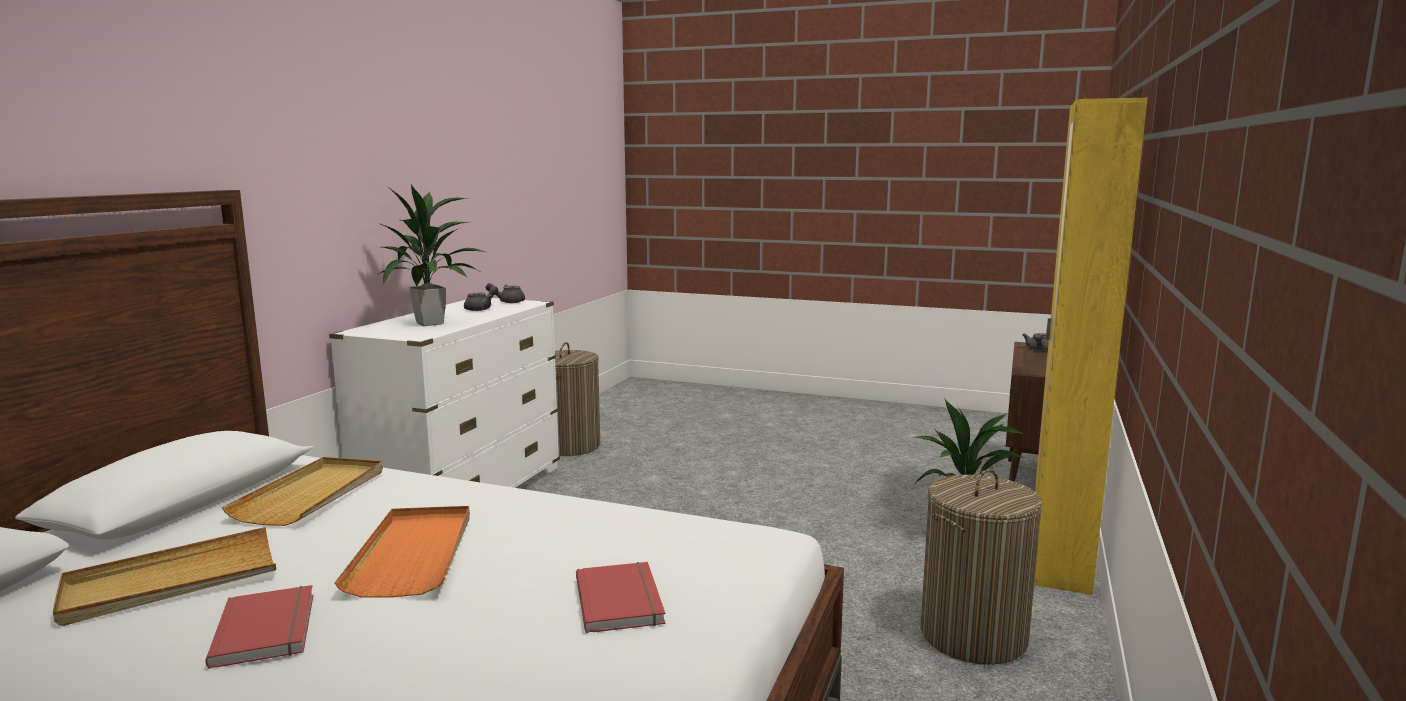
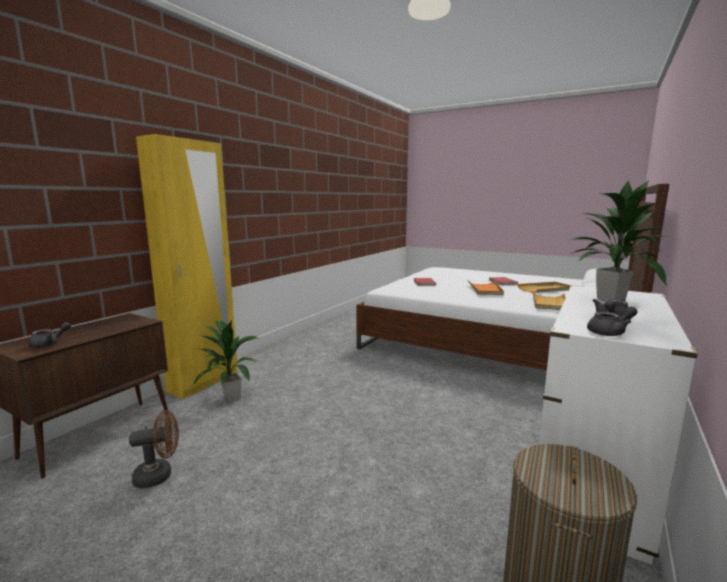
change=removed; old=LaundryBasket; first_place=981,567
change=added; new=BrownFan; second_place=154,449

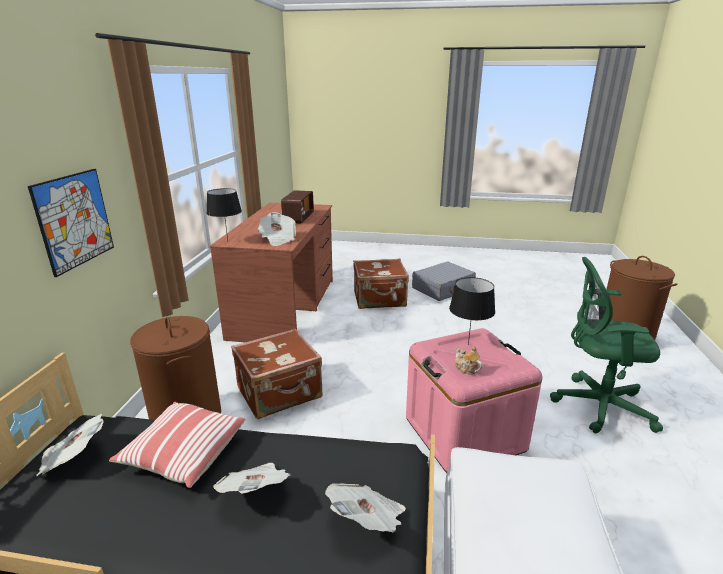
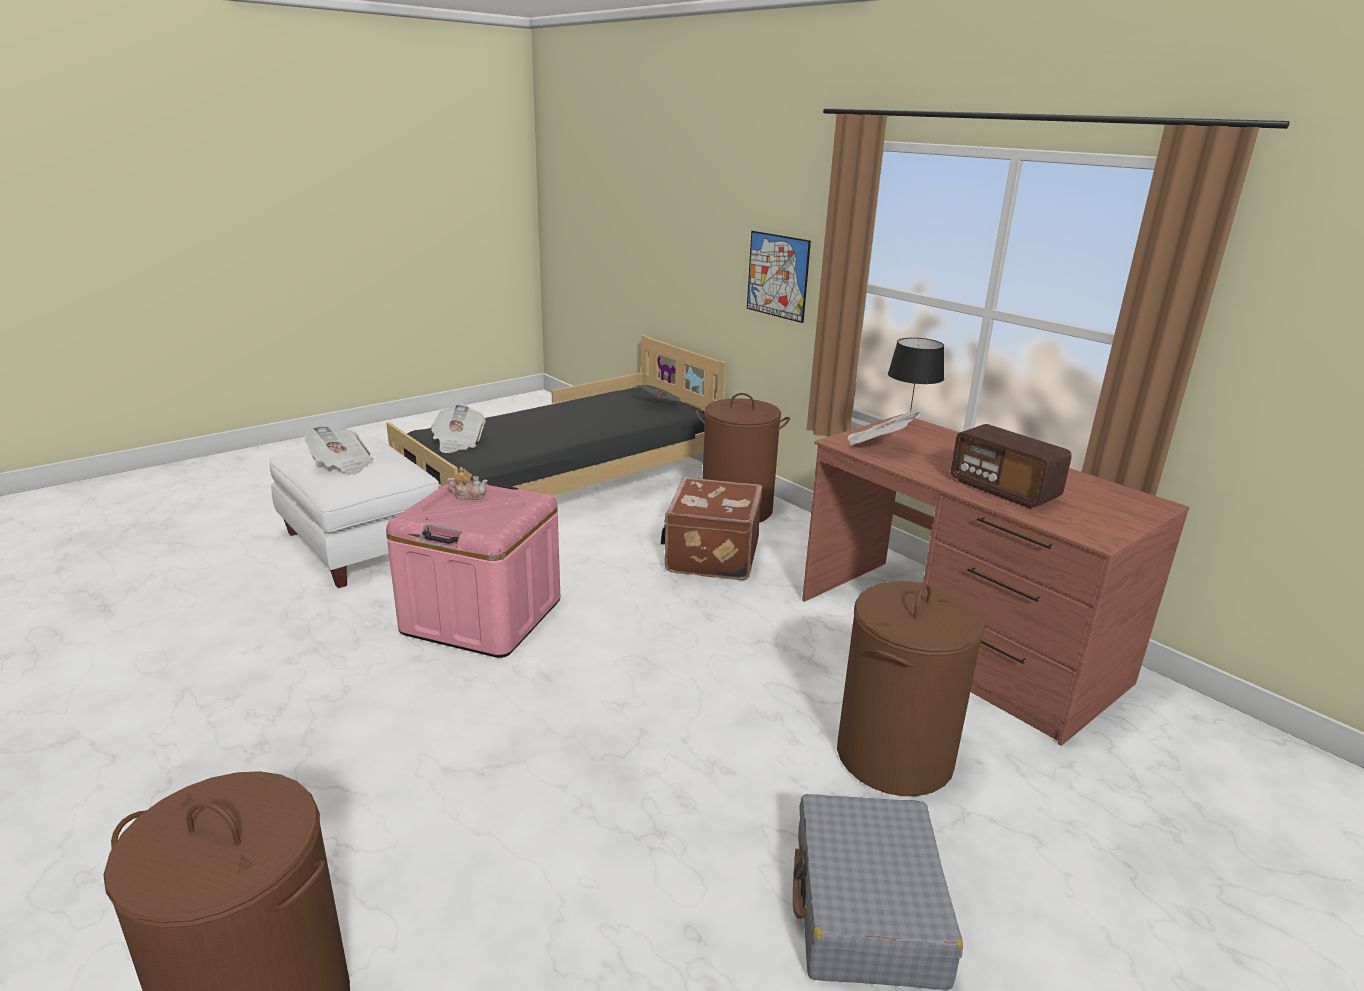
change=removed; old=GreenOfficeChair; first_place=606,345
change=replaced; old=BrownSuitcase; new=BrownLaundryBasket; first_place=381,283; second_place=911,688
change=removed; old=BlackTableLamp; first_place=472,311
change=removed; old=Pillow; first_place=177,445
change=moved; old=Newspaper; first_place=252,478; second_place=339,450

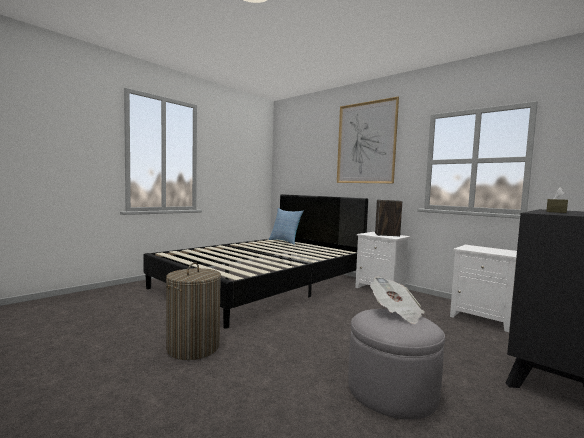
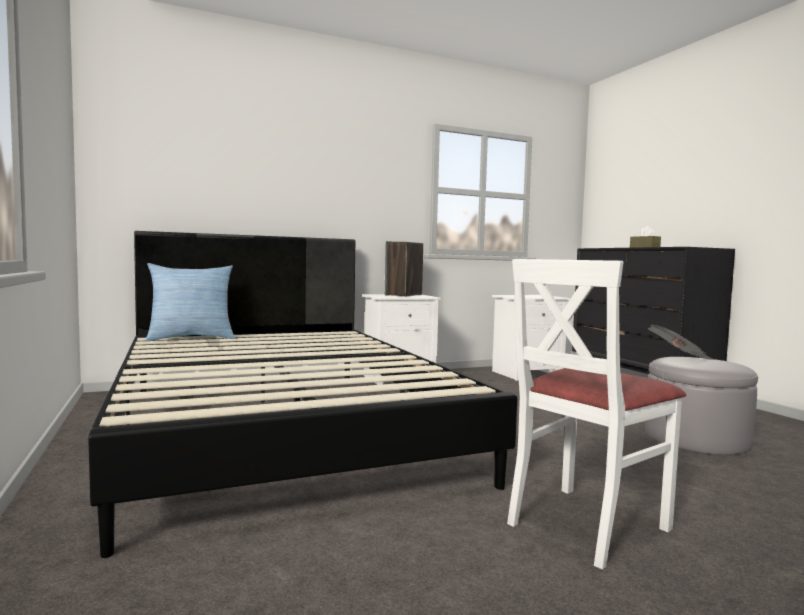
change=removed; old=Picture; first_place=368,140
change=replaced; old=LaundryBasket; new=WhiteChair; first_place=193,311; second_place=596,414

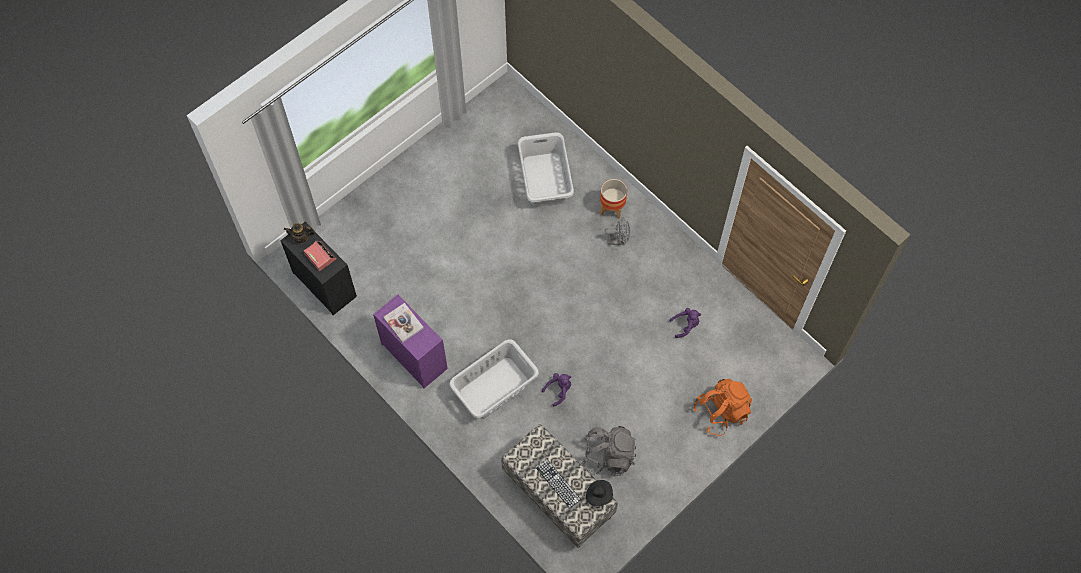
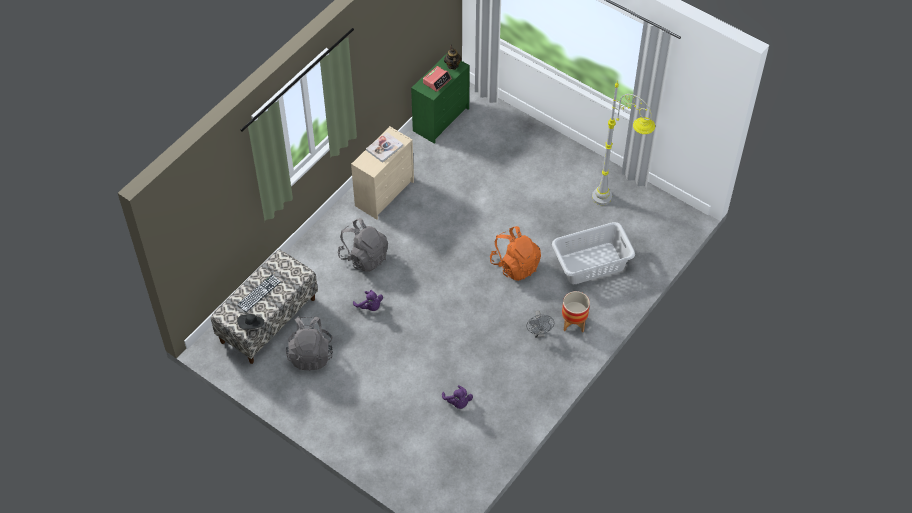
change=recoloured; old=BlackDresser; new=GreenDresser; first_place=318,268; second_place=440,98
change=recoloured; old=PurpleDresser; new=BeigeDresser; first_place=410,341; second_place=382,173
change=replaced; old=GreyLaundryBasket; new=GreyBackpack; first_place=494,379; second_place=362,245
change=moved; old=OrangeBackpack; first_place=723,407; second_place=515,253
change=added; new=GreyFloorLamp; second_place=623,144

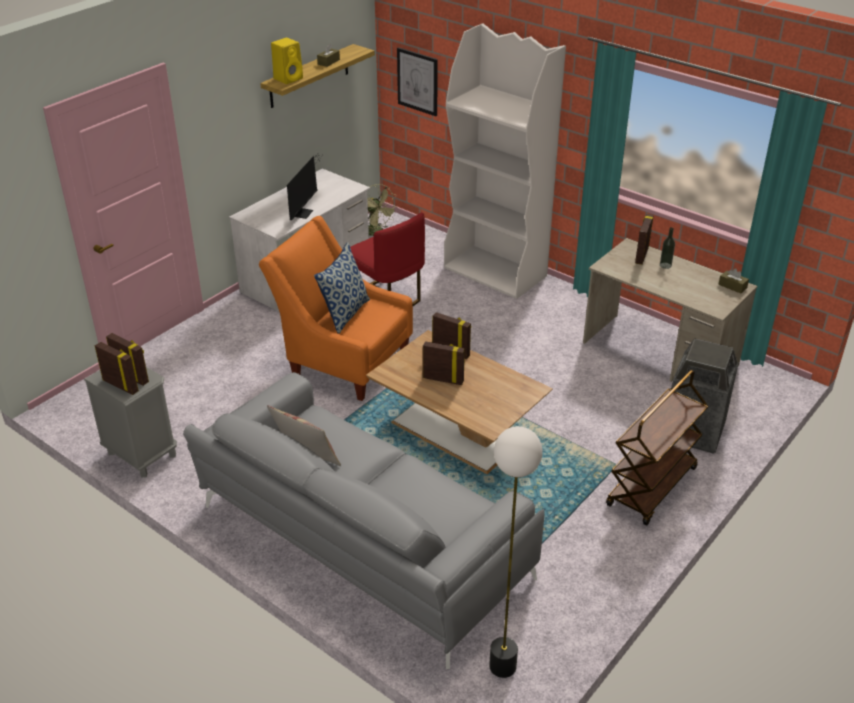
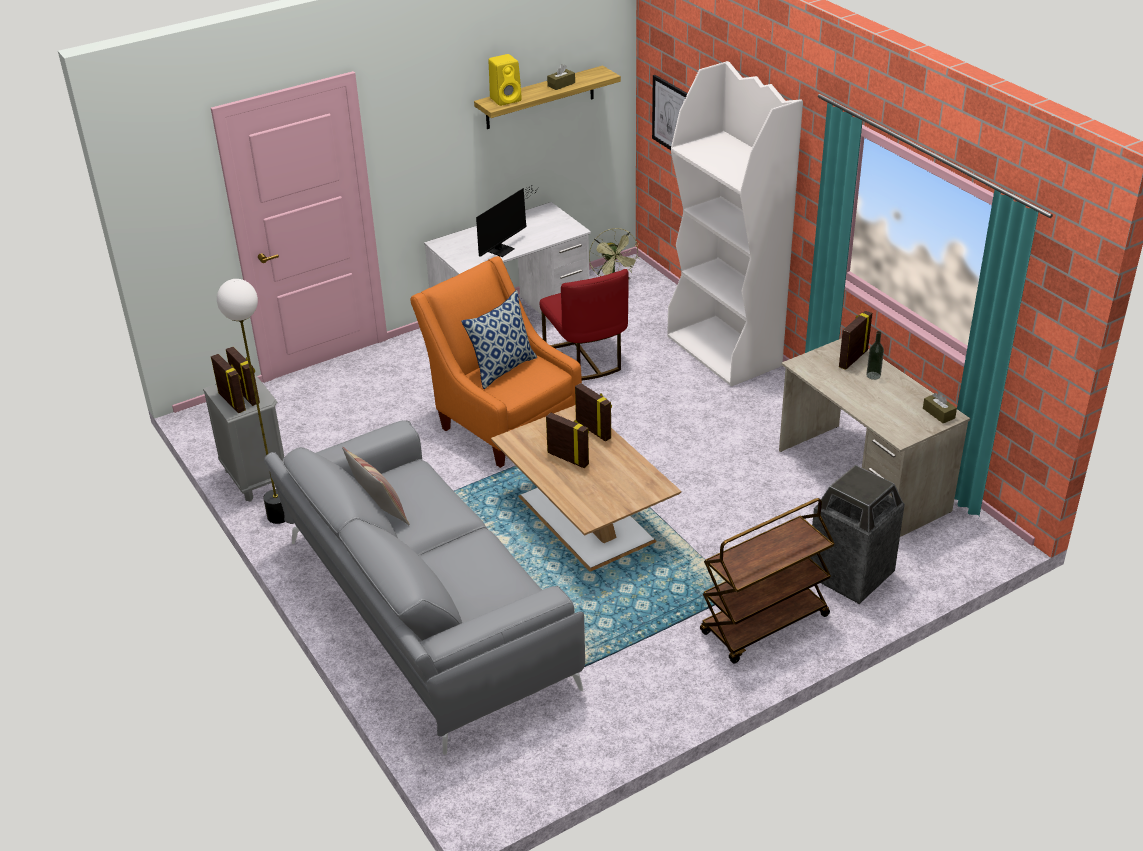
change=moved; old=FloorLamp; first_place=516,552; second_place=251,401

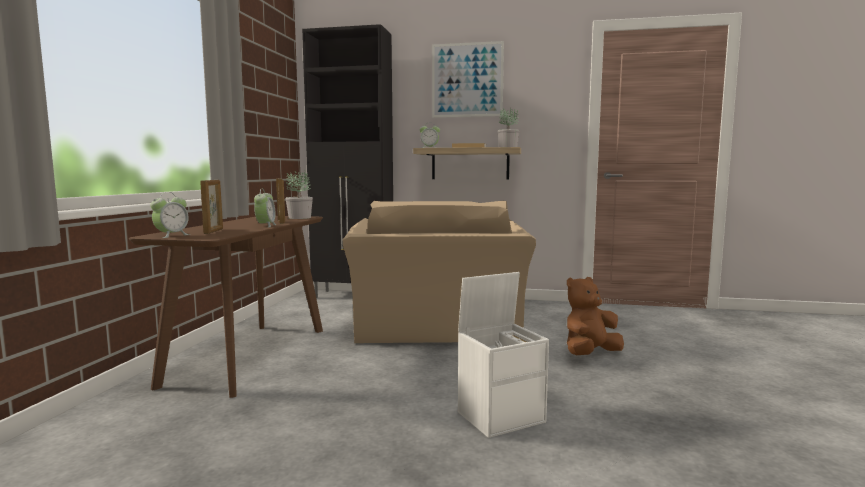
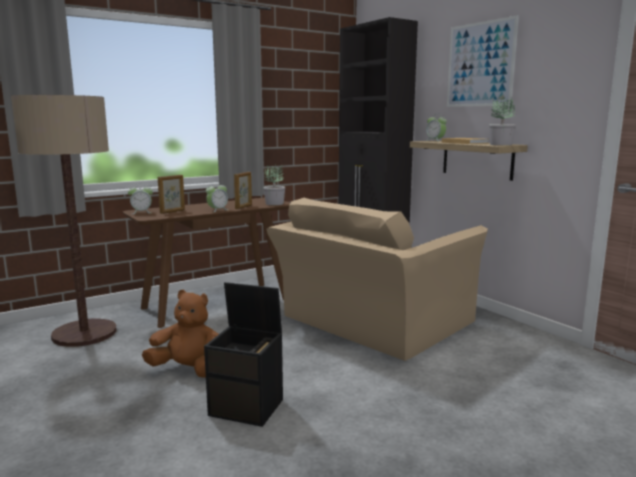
change=recoloured; old=WhiteStorageBox; new=BlackStorageBox; first_place=503,355; second_place=243,354
change=moved; old=BrownPlushToy; first_place=595,316; second_place=180,334
change=added; new=FloorLamp; second_place=63,221

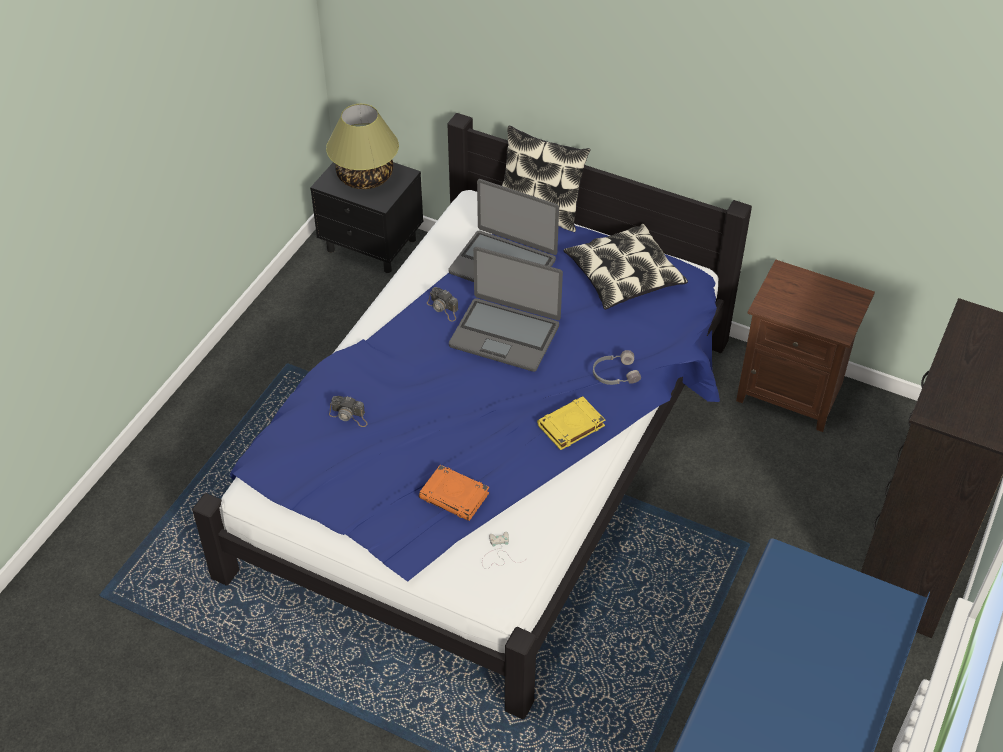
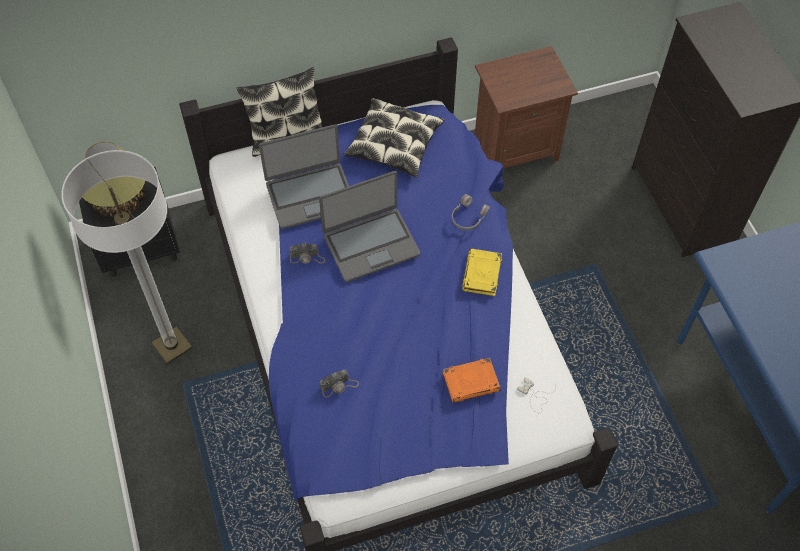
change=added; new=FloorLamp; second_place=126,257

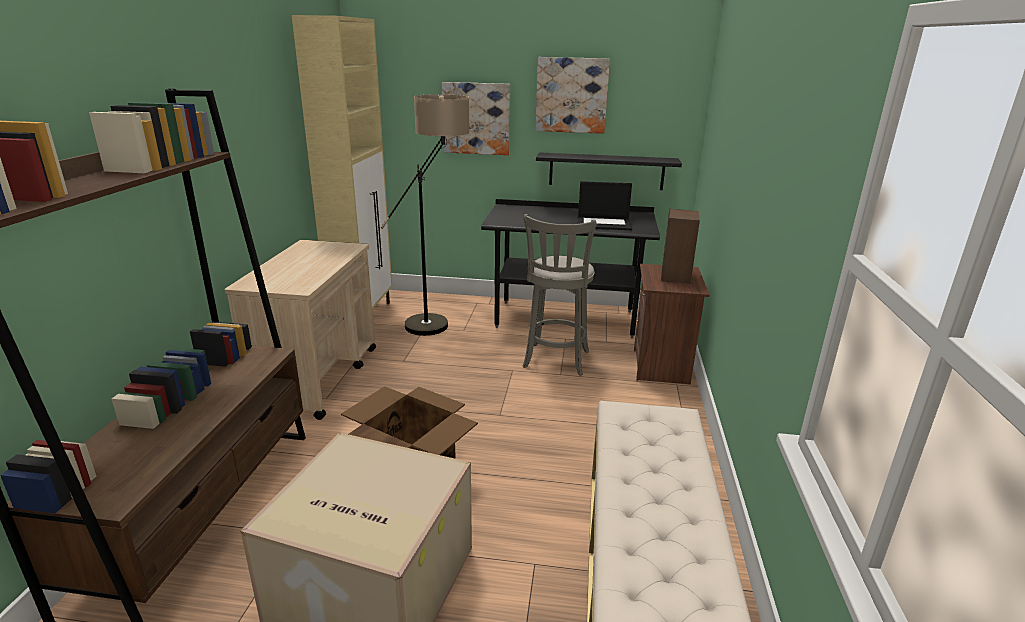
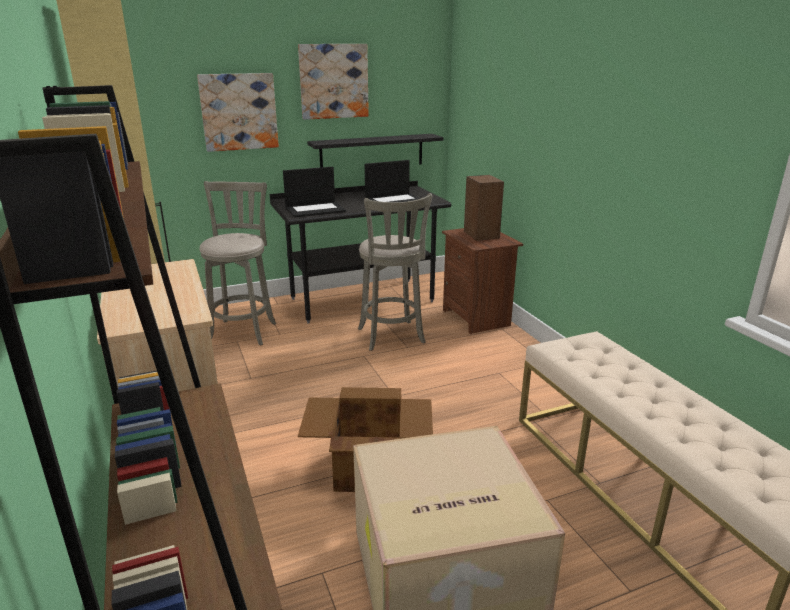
change=replaced; old=FloorLamp; new=GreyStool; first_place=425,215; second_place=237,263
change=added; new=Laptop; second_place=314,192

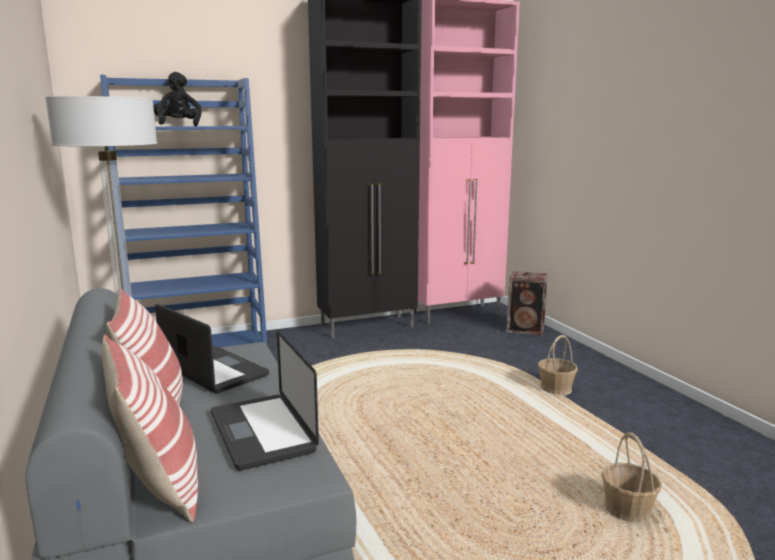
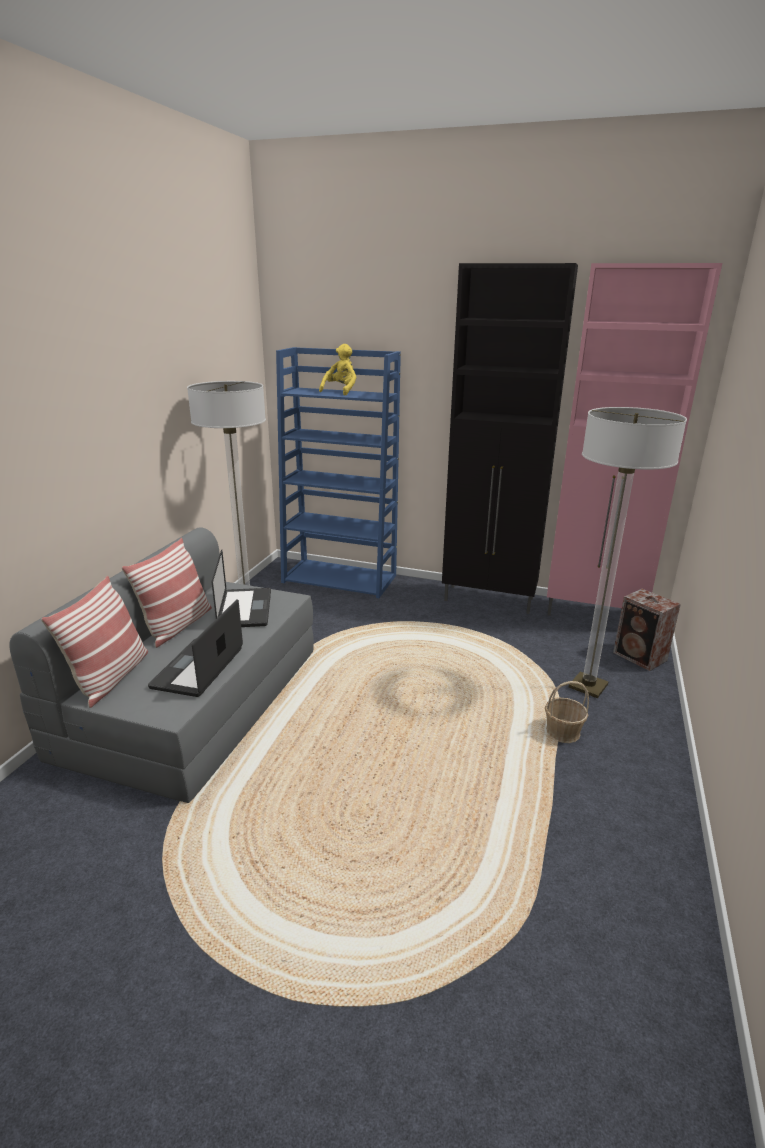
change=recoloured; old=BlackPlushToy; new=YellowPlushToy; first_place=177,99; second_place=337,369
change=removed; old=Basket; first_place=631,477
change=added; new=FloorLamp; second_place=628,552

